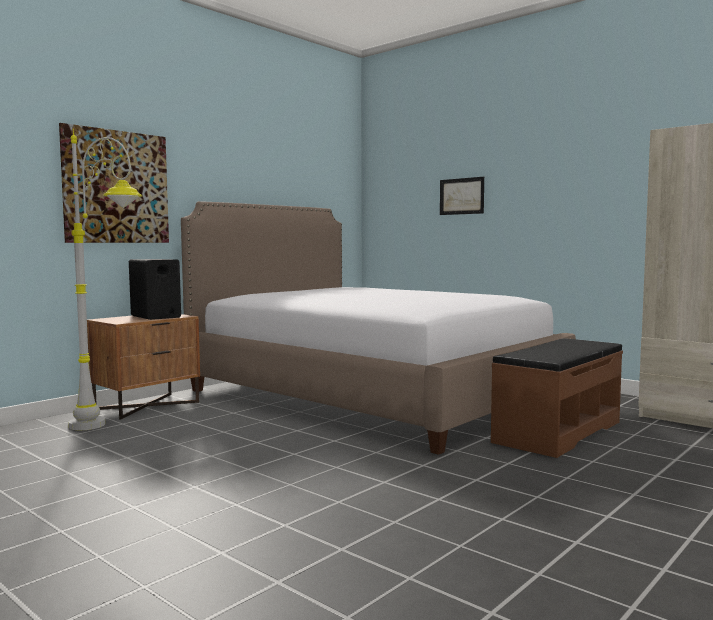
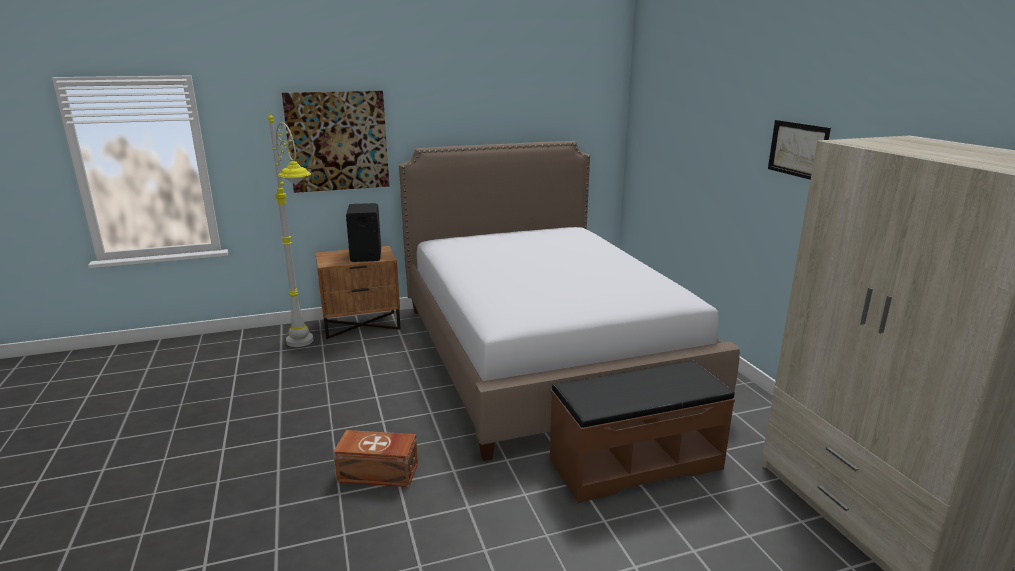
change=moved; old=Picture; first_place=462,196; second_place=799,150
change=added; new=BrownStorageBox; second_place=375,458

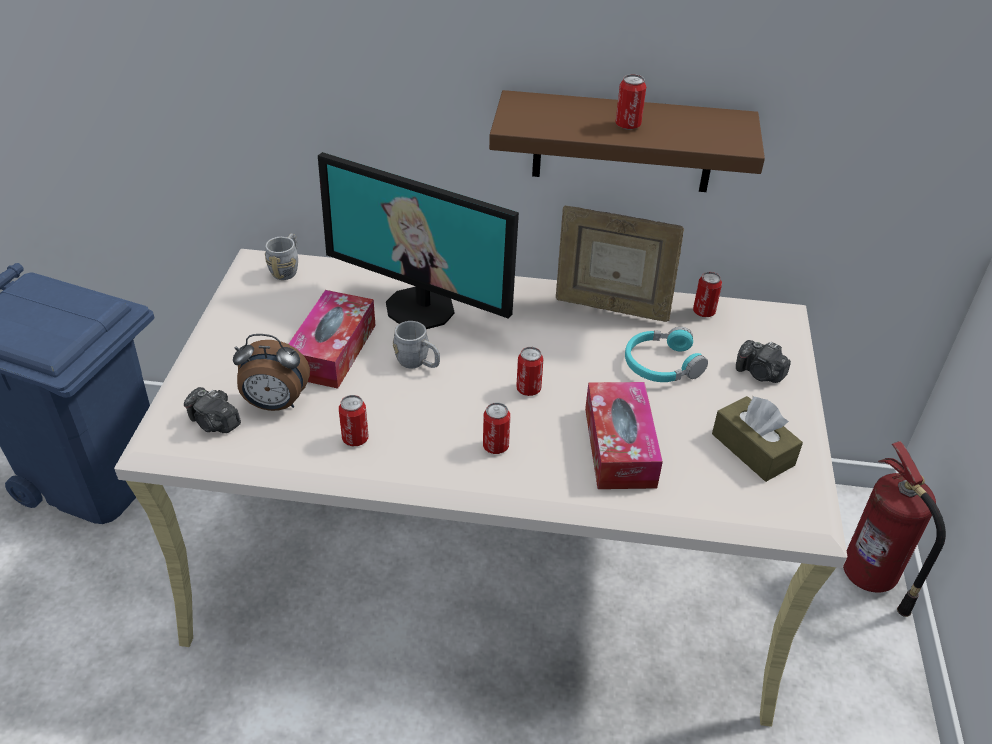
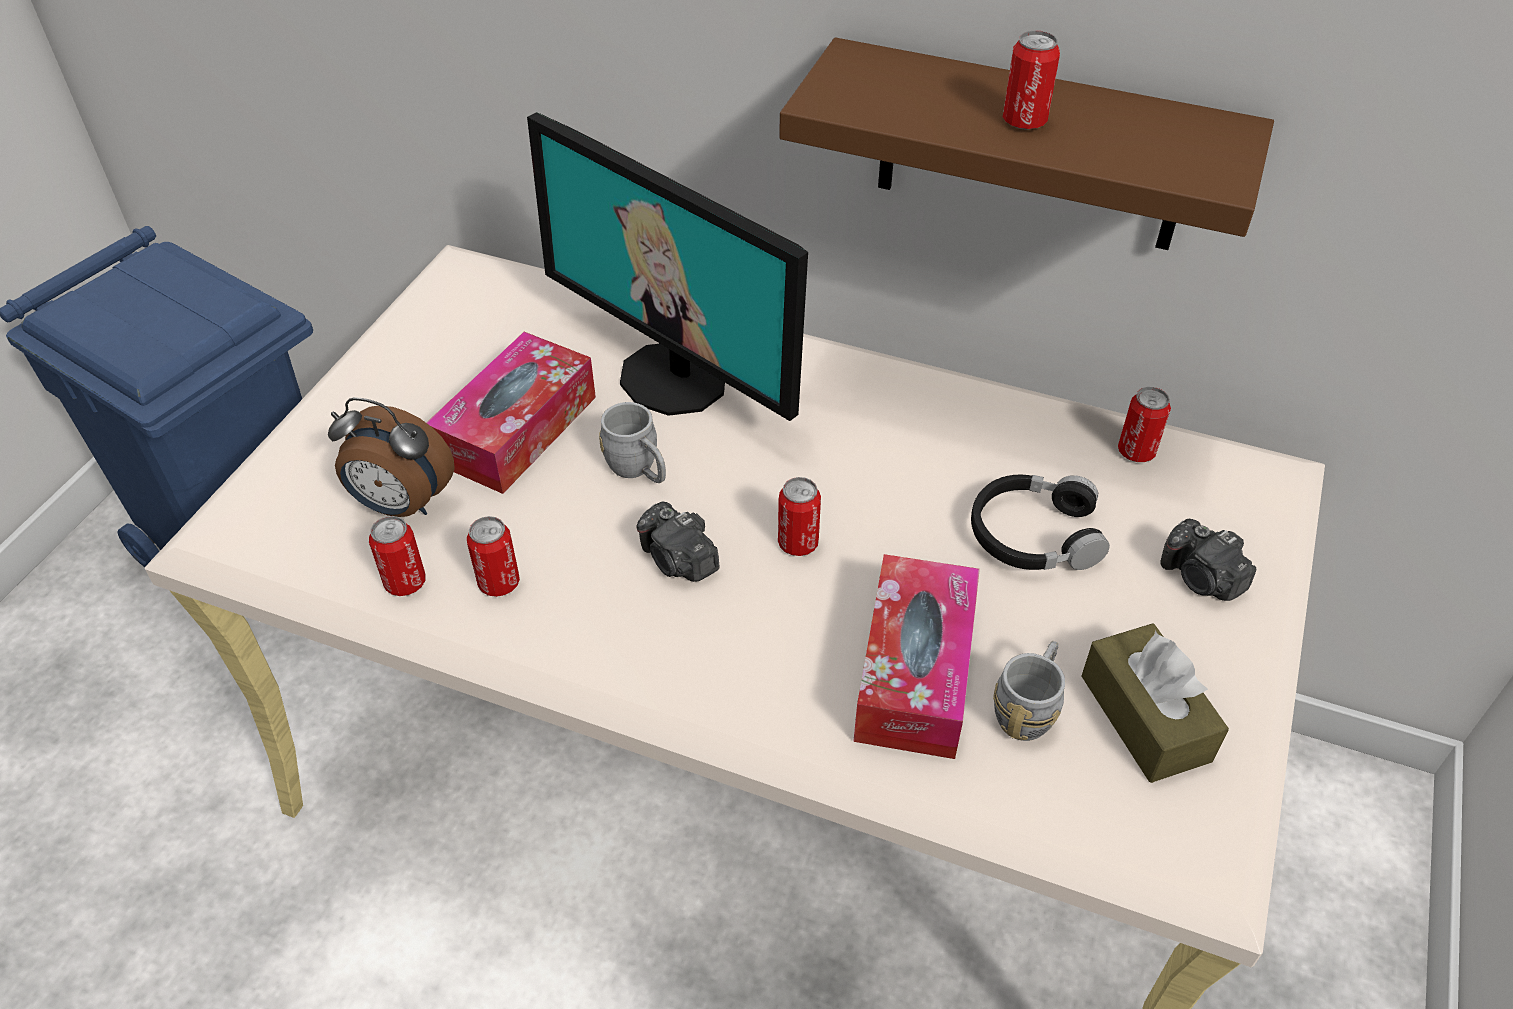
change=removed; old=PictureFrame; first_place=620,264
change=moved; old=GreyMug; first_place=281,257; second_place=1029,691
change=recoloured; old=TurquoiseHeadphones; new=BlackHeadphones; first_place=666,354; second_place=1040,522
change=moved; old=PhotoCamera; first_place=212,410; second_place=677,542
change=moved; old=Can; first_place=496,428; second_place=397,556
change=removed; old=FireExtinguisher; first_place=894,529

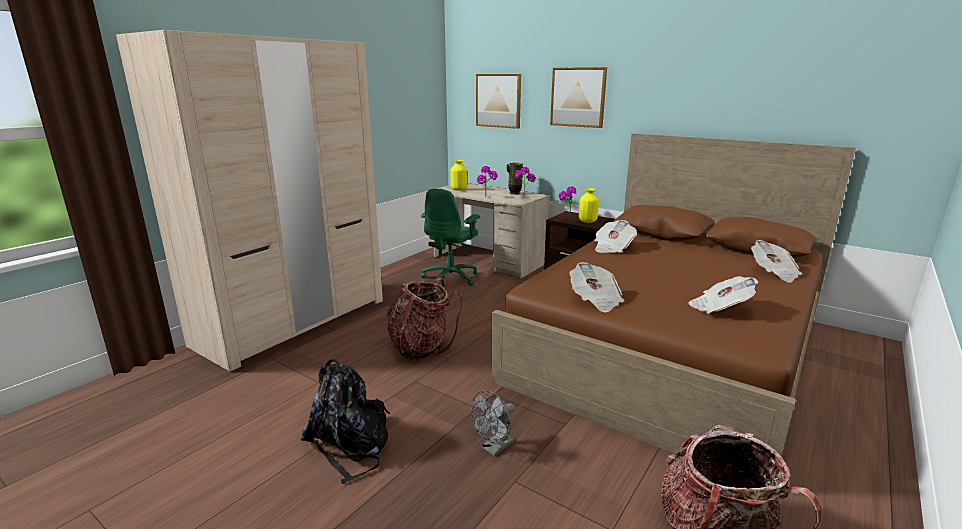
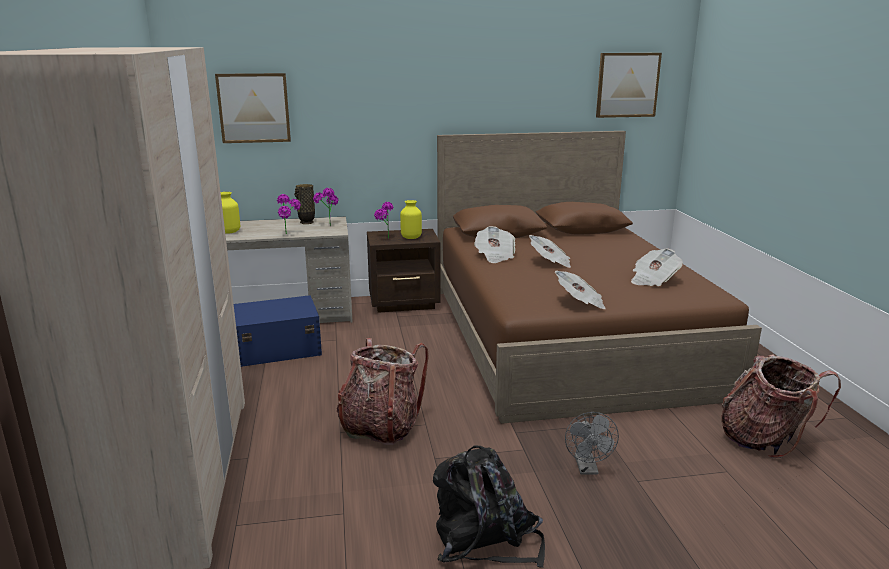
change=moved; old=Picture; first_place=578,97; second_place=629,85
change=replaced; old=GreenOfficeChair; new=BlueStorageBox; first_place=450,237; second_place=278,331
change=moved; old=Newspaper; first_place=776,261; second_place=550,251

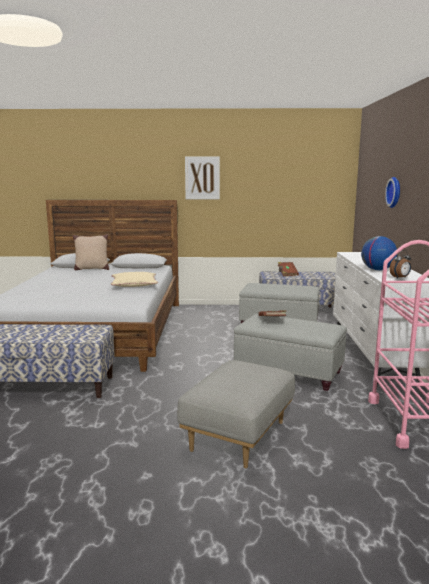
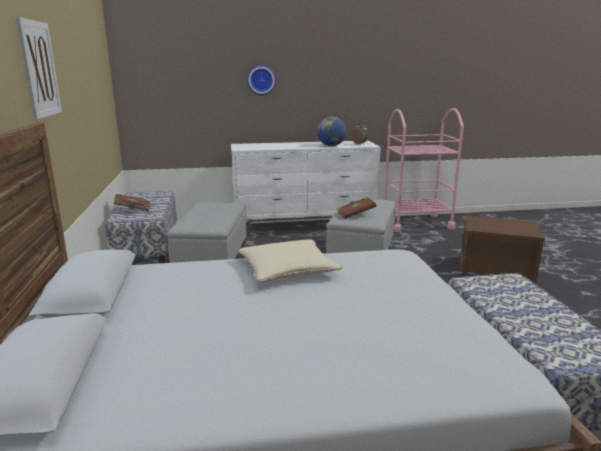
change=removed; old=BeigePillow; first_place=90,252
change=replaced; old=GreyOttoman; new=BrownStorageBox; first_place=236,414; second_place=502,249

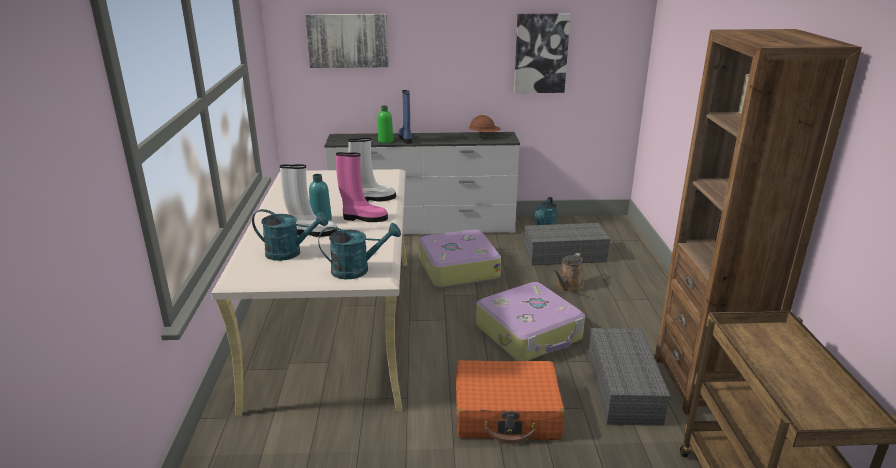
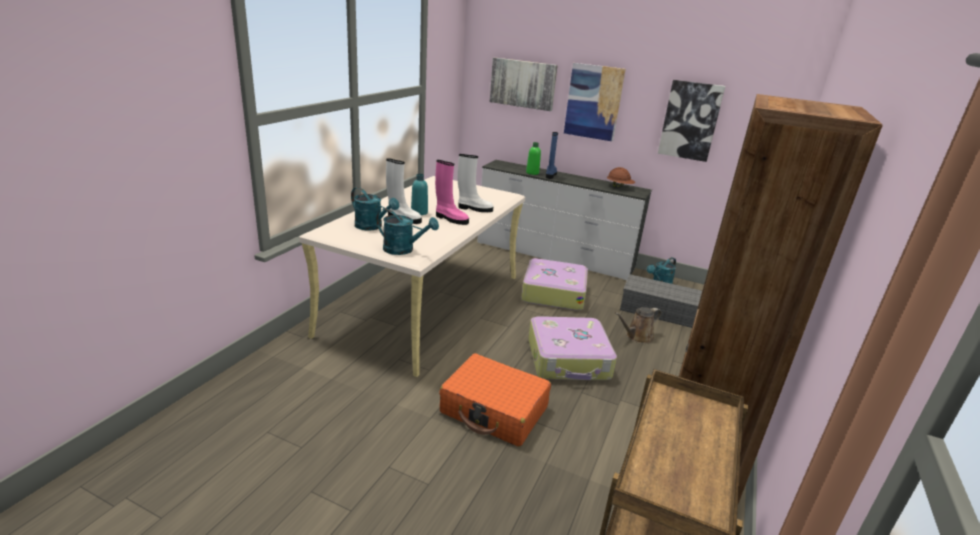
change=removed; old=GreyStorageBox; first_place=629,377
change=added; new=Picture; second_place=595,102

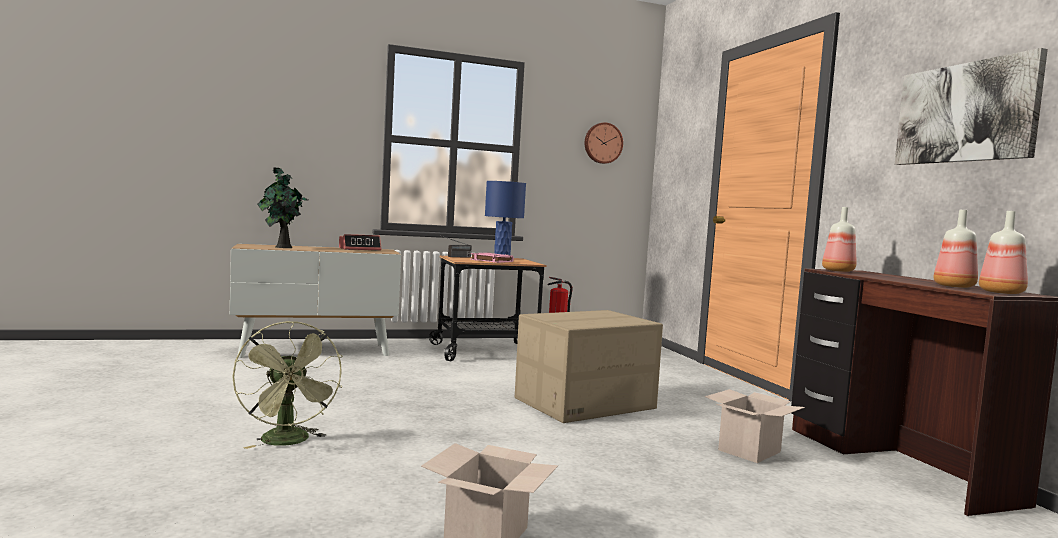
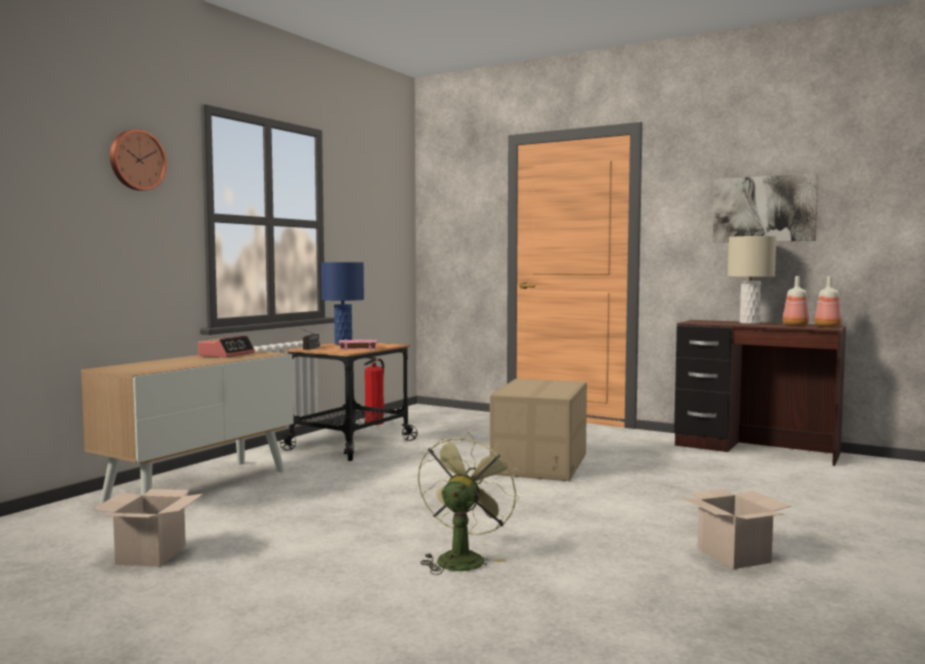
change=moved; old=WallClock; first_place=604,143; second_place=138,160
change=removed; old=PottedPlant; first_place=282,207
change=removed; old=Bottle; first_place=839,239
change=turned; old=GreenFan; first_place=287,385; second_place=468,503; degrees=-90
change=moved; old=CardboardBox; first_place=755,426; second_place=147,528
change=added; new=BeigeTableLamp; second_place=751,280

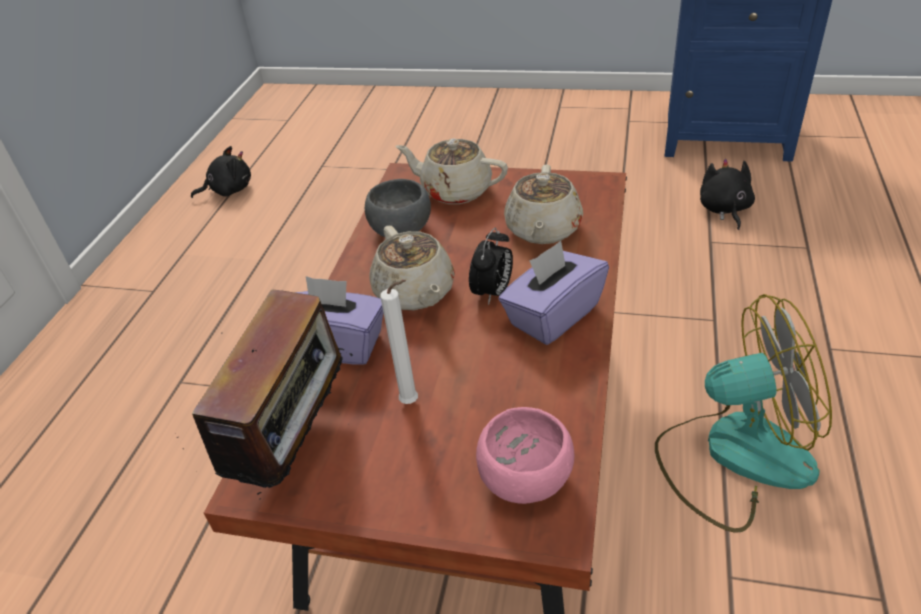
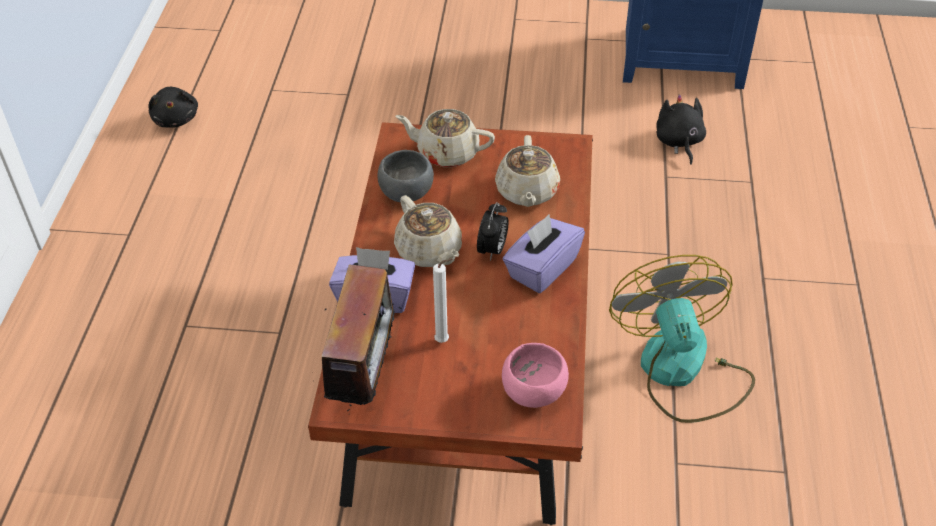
change=turned; old=BlackPlushToy; first_place=221,172; second_place=173,107; degrees=105
change=turned; old=Fan; first_place=743,413; second_place=682,339; degrees=-90

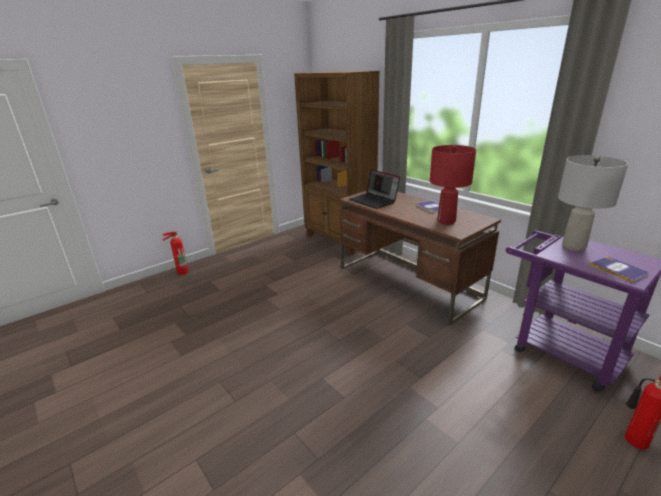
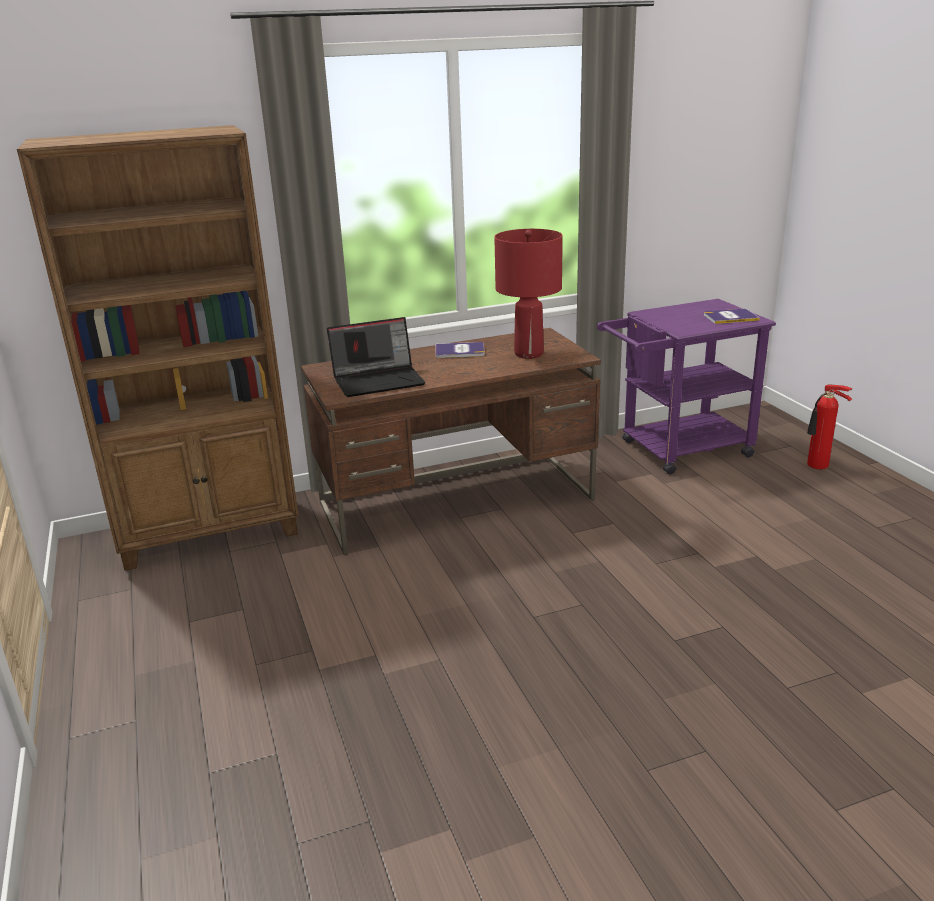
change=removed; old=GreyTableLamp; first_place=593,203
change=removed; old=FireExtinguisher; first_place=175,253

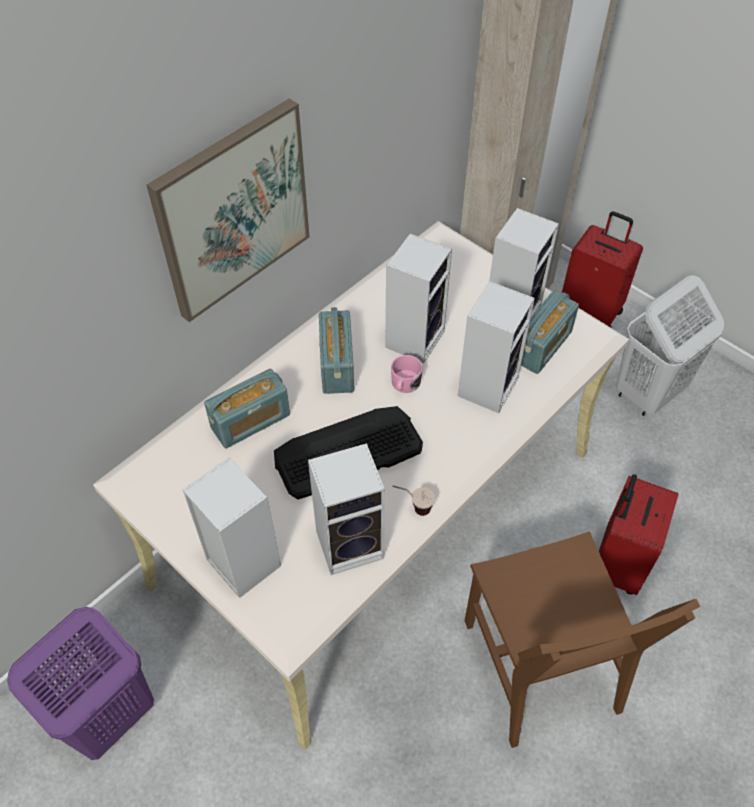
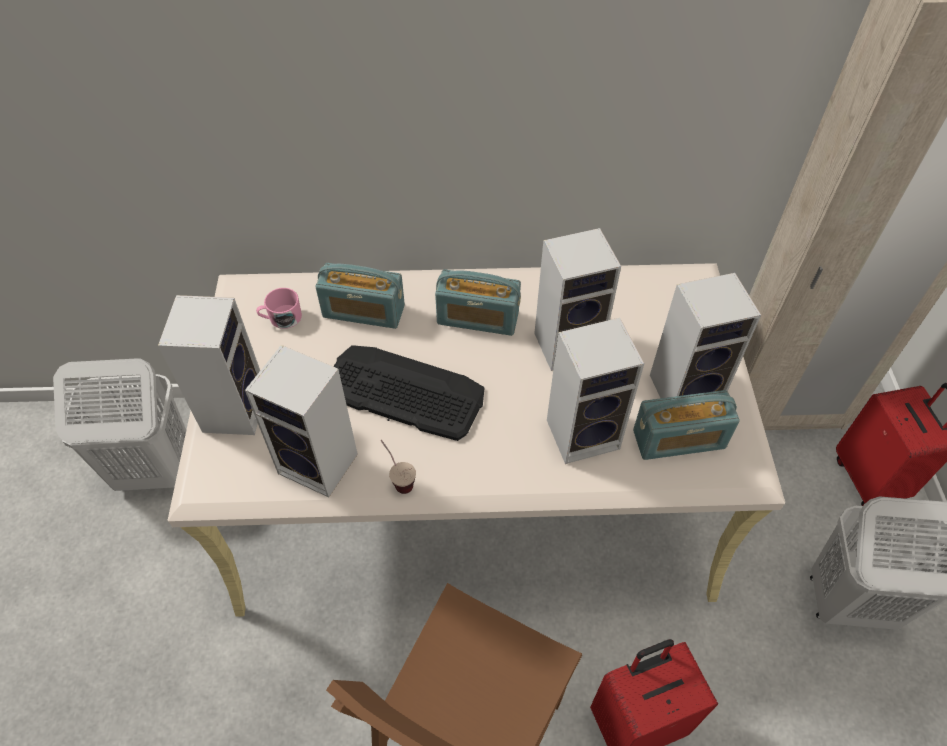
change=removed; old=Picture; first_place=228,210
change=turned; old=Radio; first_place=336,350; second_place=478,302; degrees=-120
change=moved; old=PinkMug; first_place=407,374; second_place=279,308
change=recoloured; old=PurpleLaundryBasket; new=WhiteLaundryBasket; first_place=80,683; second_place=119,424

